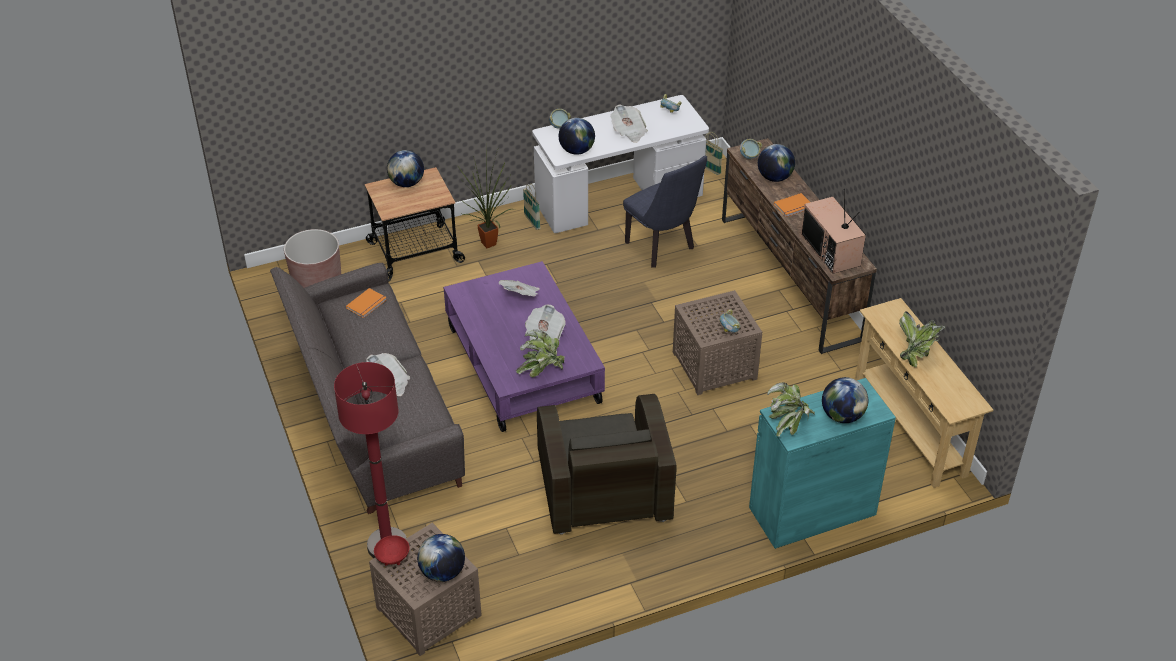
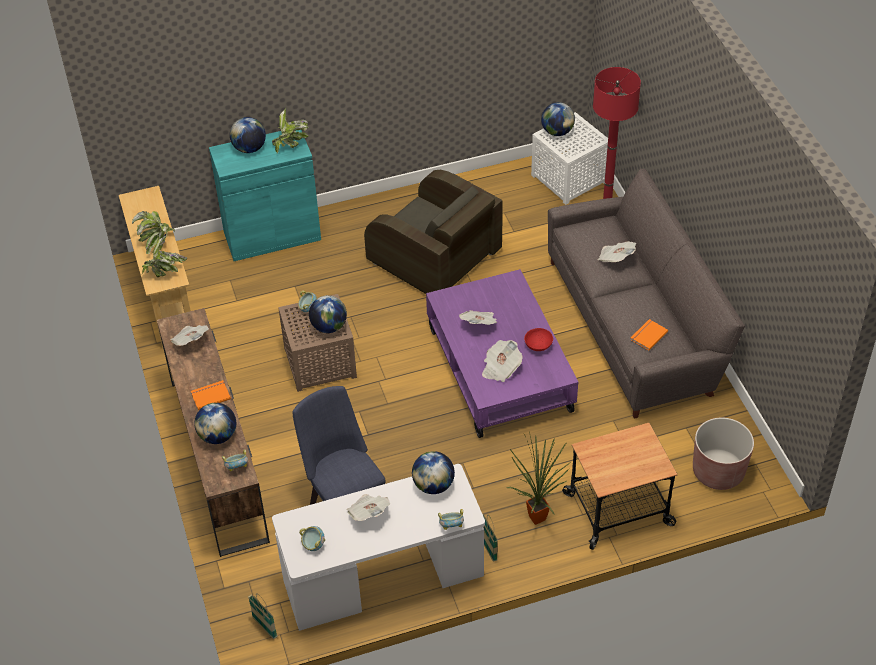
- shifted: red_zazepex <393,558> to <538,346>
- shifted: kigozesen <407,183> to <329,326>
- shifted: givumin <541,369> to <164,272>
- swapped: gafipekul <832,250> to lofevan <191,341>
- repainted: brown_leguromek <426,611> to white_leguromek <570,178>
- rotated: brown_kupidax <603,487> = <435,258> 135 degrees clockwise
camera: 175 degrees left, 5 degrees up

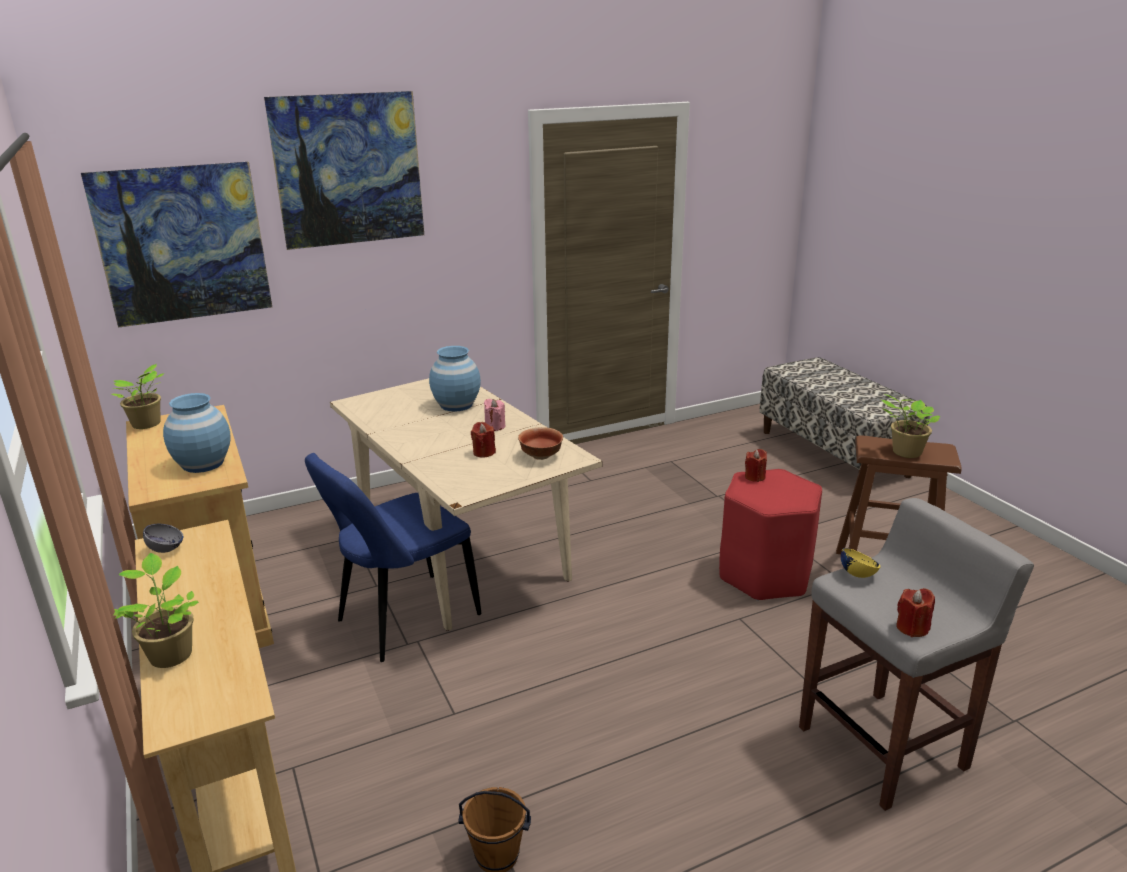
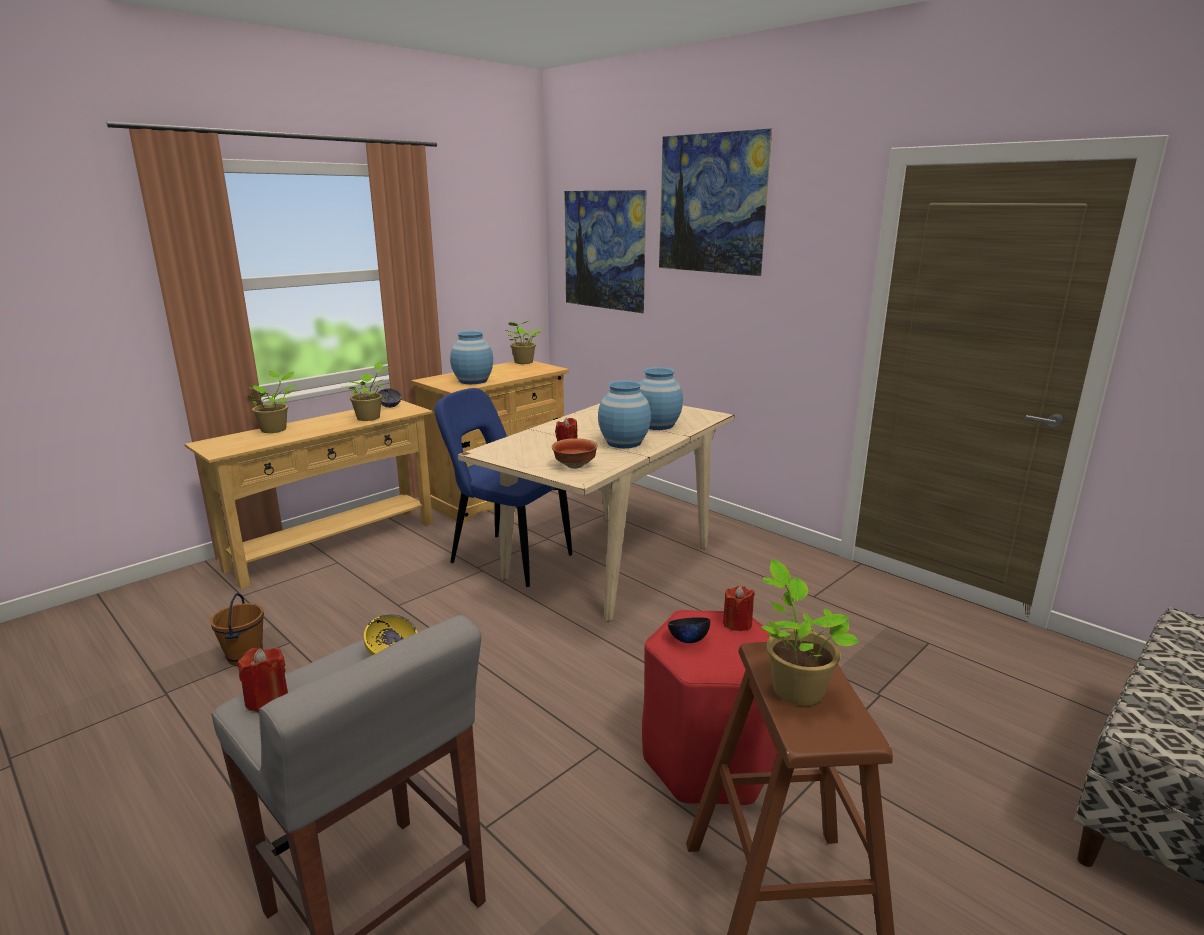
- new: givumin <370,418>
- new: black_zazepex <688,640>
- swapped: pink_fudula <495,426> to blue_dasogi <624,443>
camera: 70 degrees right, 5 degrees down

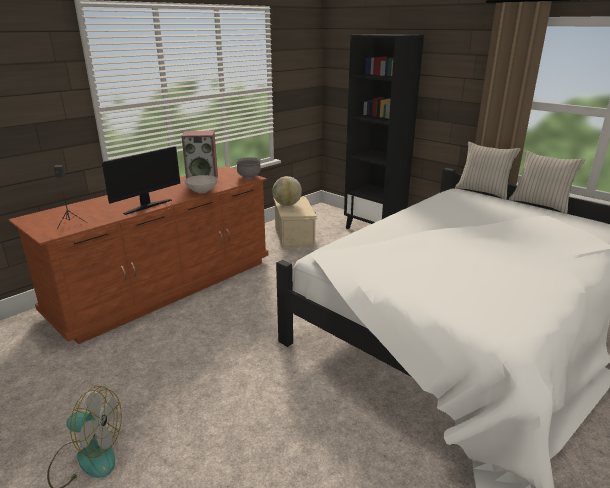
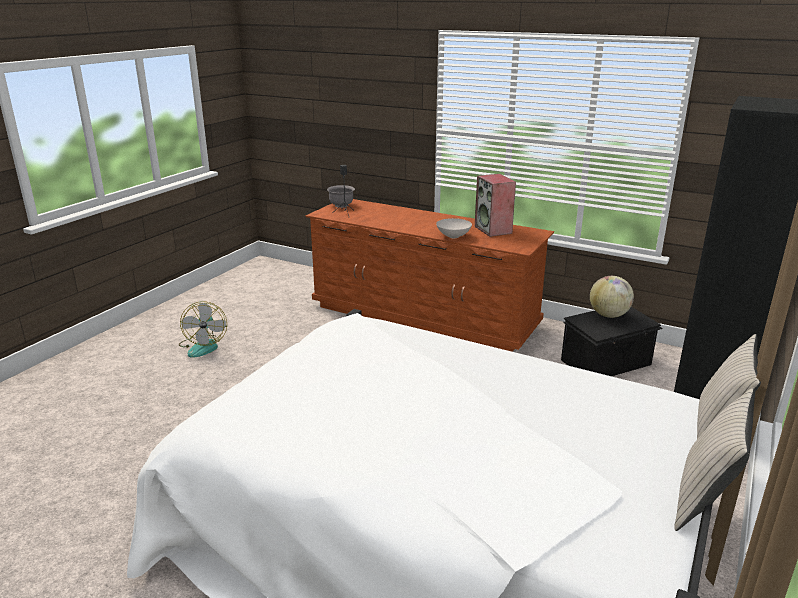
- gone: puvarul <147,206>
- shifted: grey_zazepex <249,177> to <341,205>
- repainted: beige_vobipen <295,236> to black_vobipen <607,363>
camera: 75 degrees right, 0 degrees up

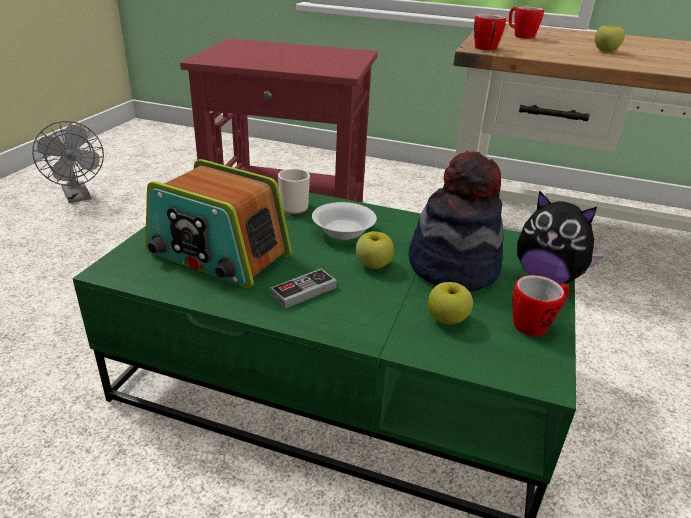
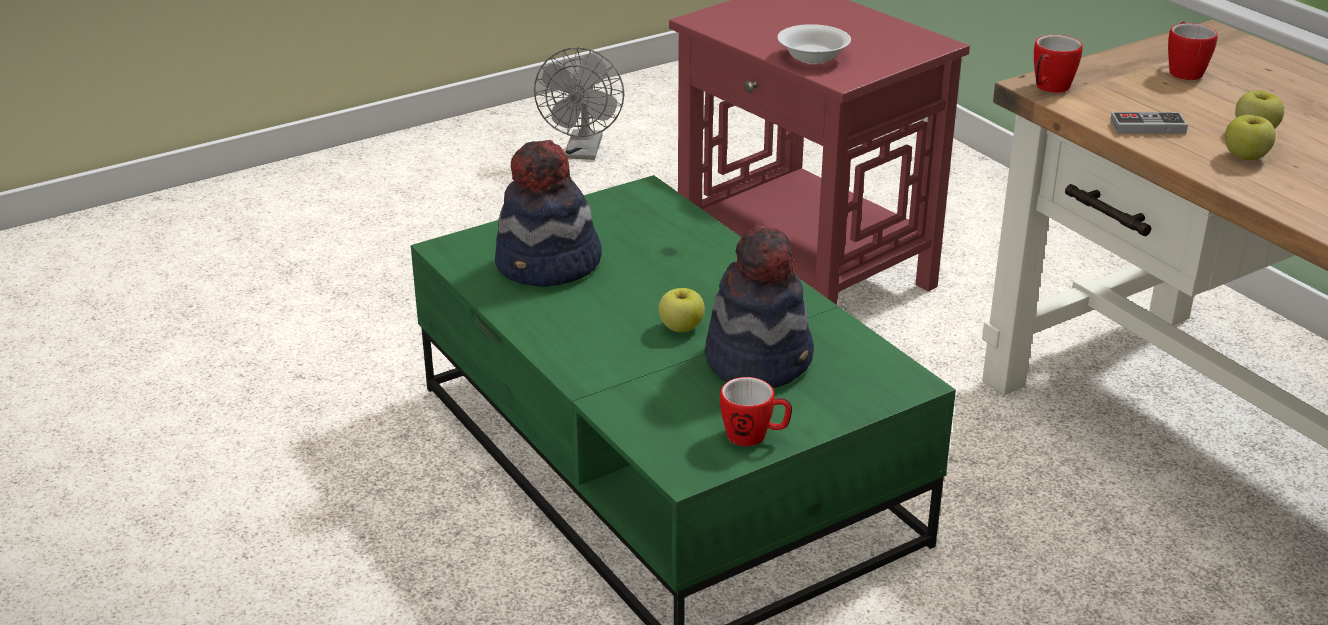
- gone: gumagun <294,206>
- gone: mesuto <547,277>
- shifted: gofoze <303,291> to <1147,127>
- shifted: white_zazepex <342,232> to <812,57>
- shifted: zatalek <447,319> to <1245,157>
- swapped: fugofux <218,255> to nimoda <548,266>
camera: 40 degrees right, 0 degrees up

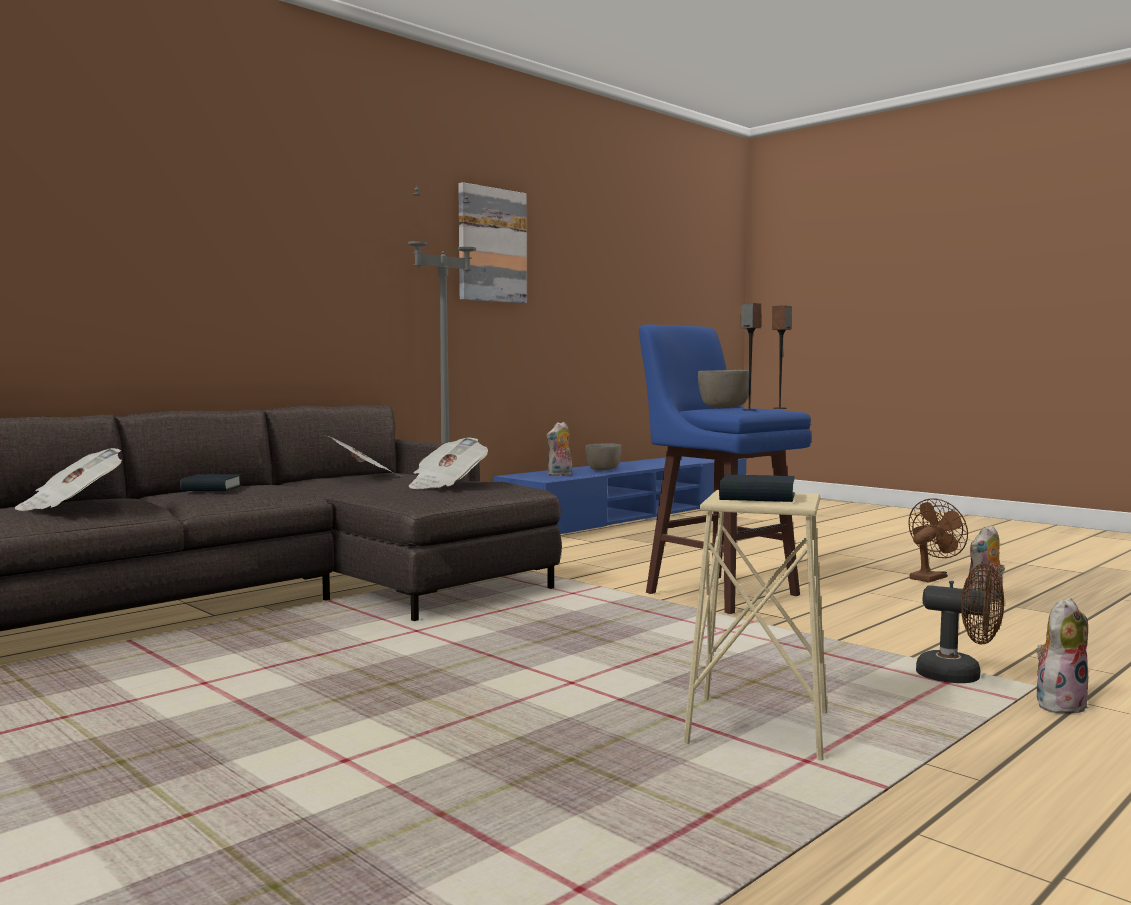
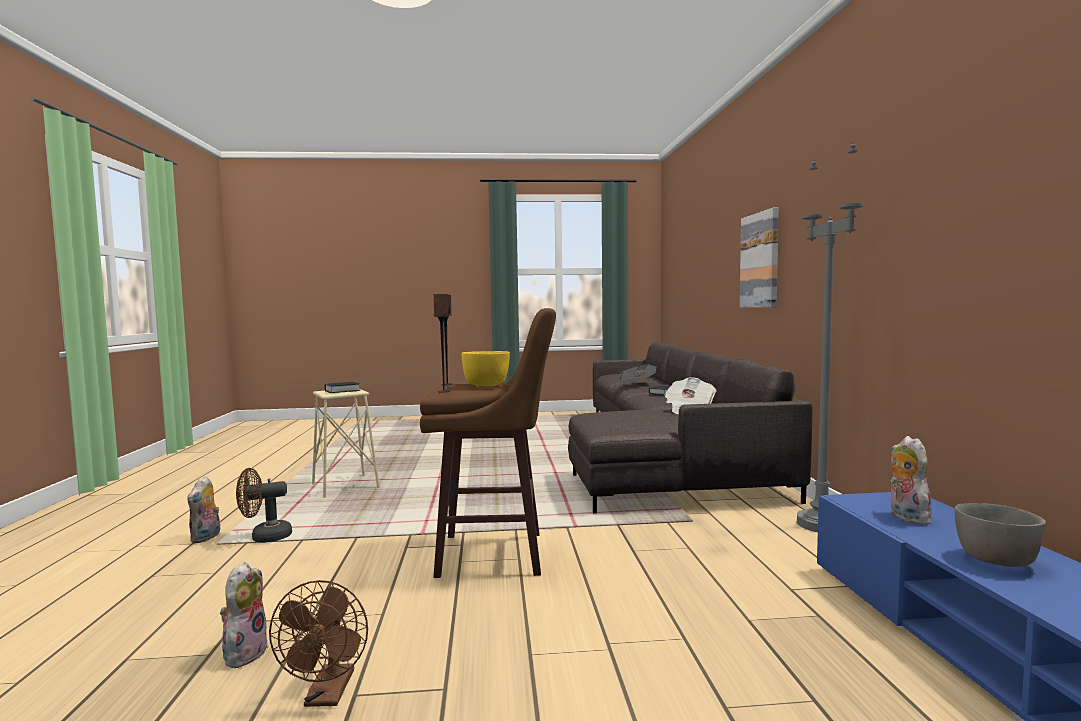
- gone: lofevan <446,485>
- shifted: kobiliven <491,245> to <760,260>
- repainted: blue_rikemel <719,593> to brown_rikemel <495,555>
- repainted: grey_zazepex <723,407> to yellow_zazepex <486,385>
camera: 130 degrees right, 0 degrees up

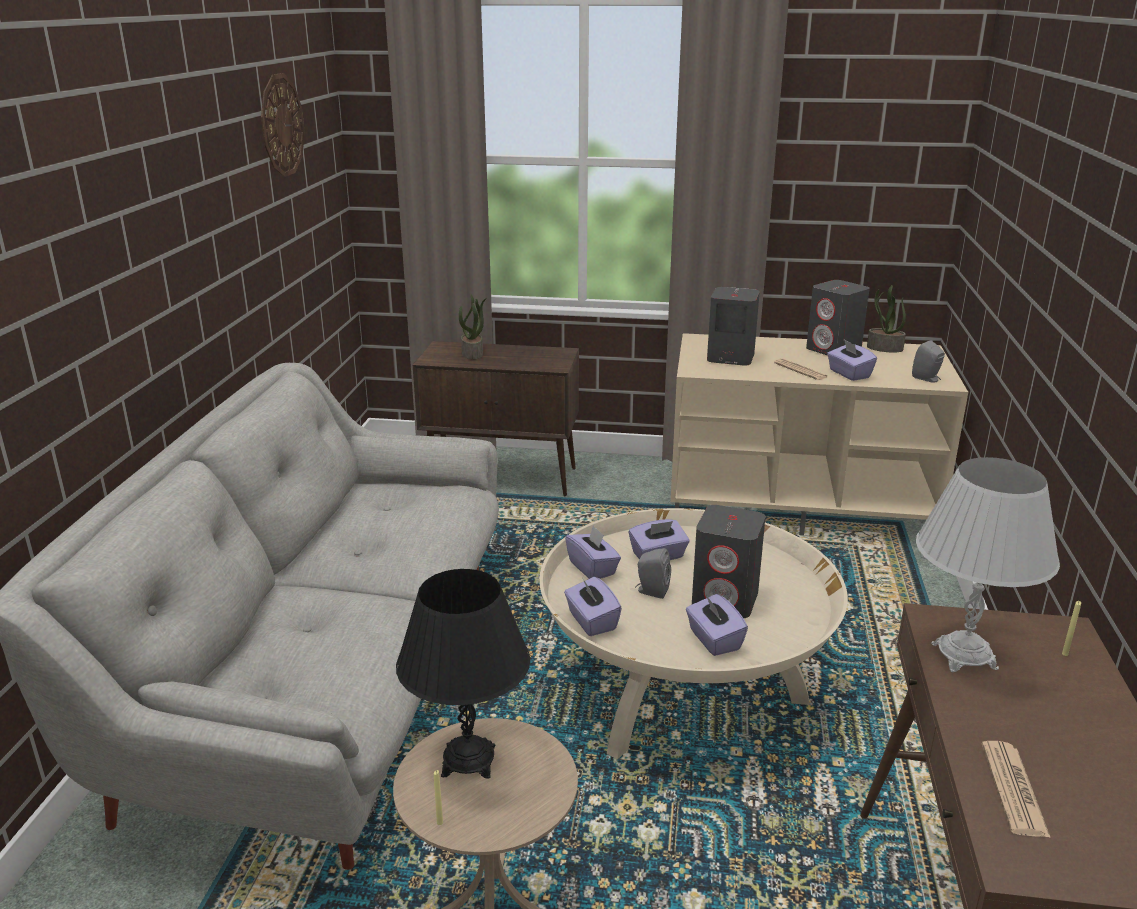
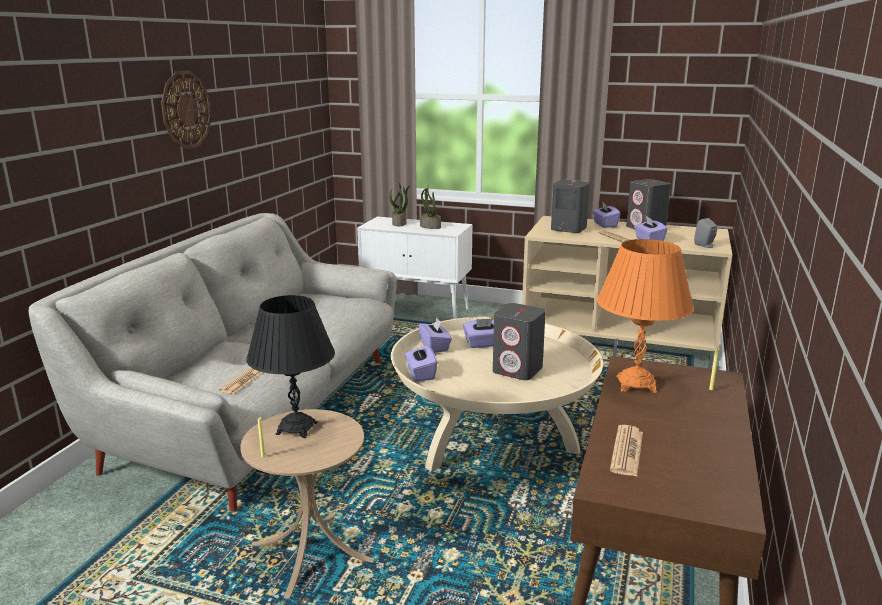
- gone: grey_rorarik <651,591>
- new: lofevan <243,380>
- shifted: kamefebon <281,125> to <186,109>
- shifted: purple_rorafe <714,640> to <604,224>
- shifted: givumin <884,348> to <429,227>
- repainted: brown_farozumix <503,477> to white_farozumix <417,311>
- repainted: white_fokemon <963,656> to orange_fokemon <635,384>
camera: 10 degrees right, 5 degrees down

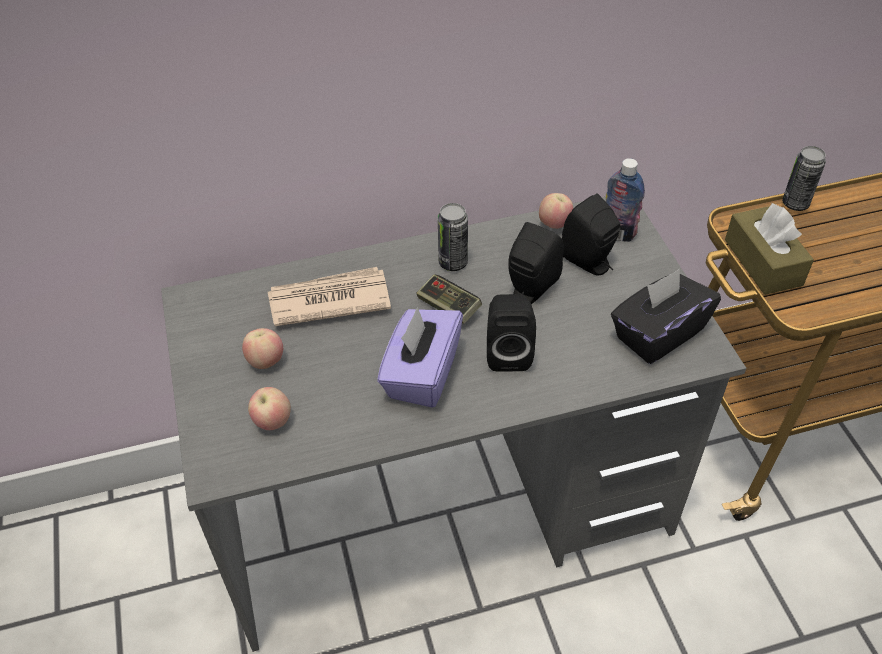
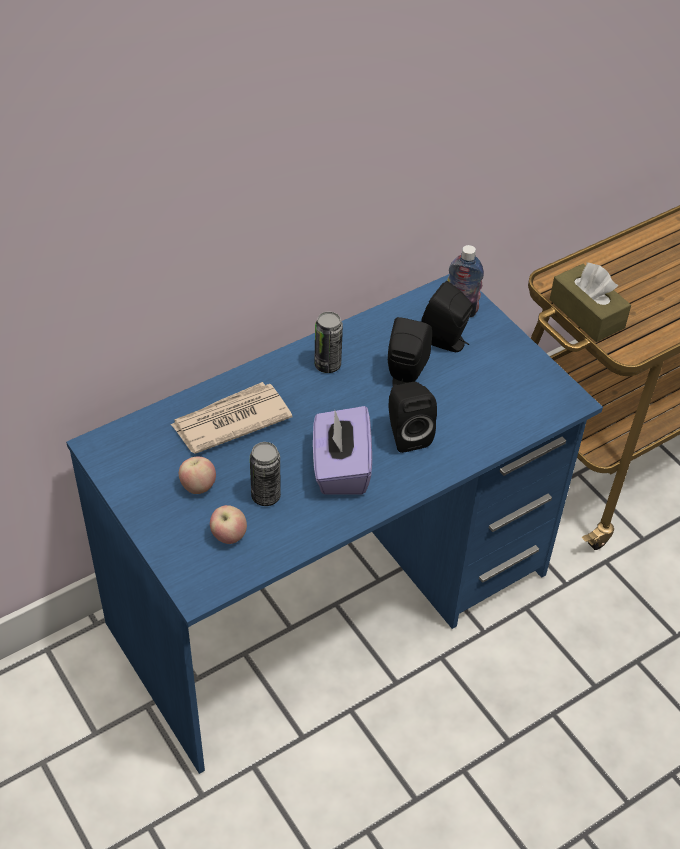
- gone: gofoze <448,307>
- gone: zatalek <554,224>
- gone: black_rorafe <658,334>
- shifted: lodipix <795,203> to <265,496>
- repainted: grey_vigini <444,506> to blue_vigini <331,600>
camera: 20 degrees left, 0 degrees up

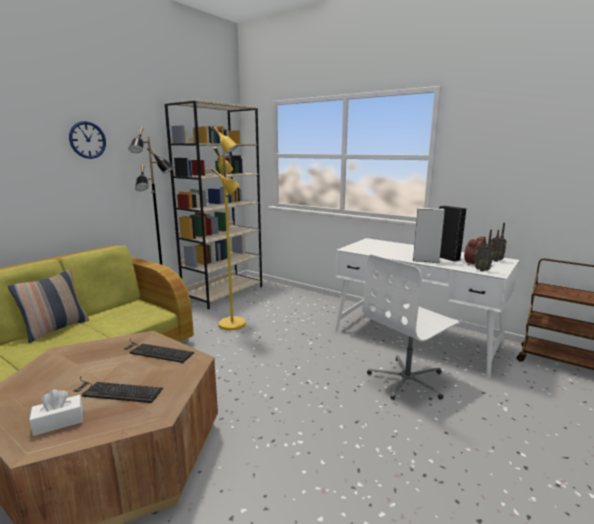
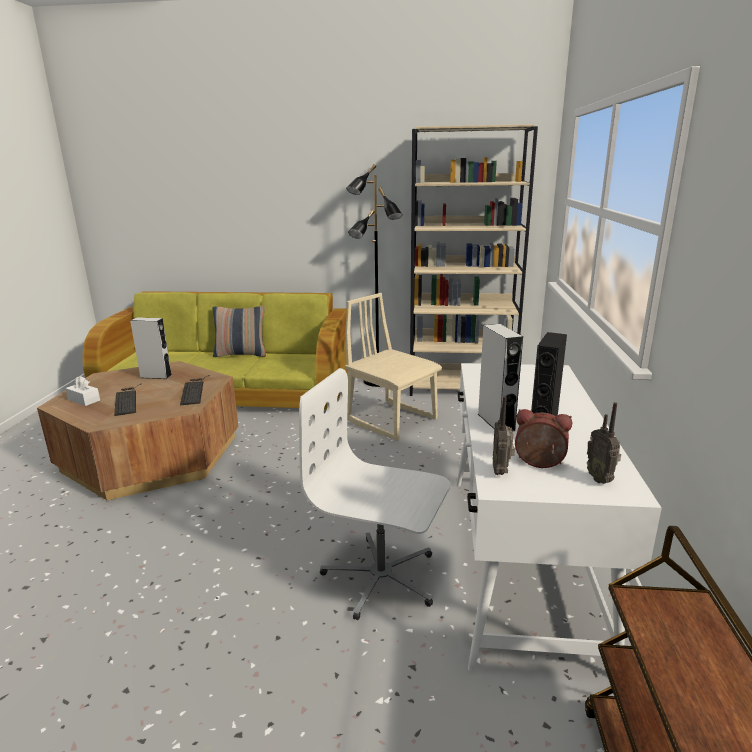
- gone: kamefebon <87,140>
- new: grey_rorarik <156,376>
- swapped: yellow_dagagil <233,324> to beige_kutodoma <392,420>
camera: 60 degrees right, 5 degrees up

